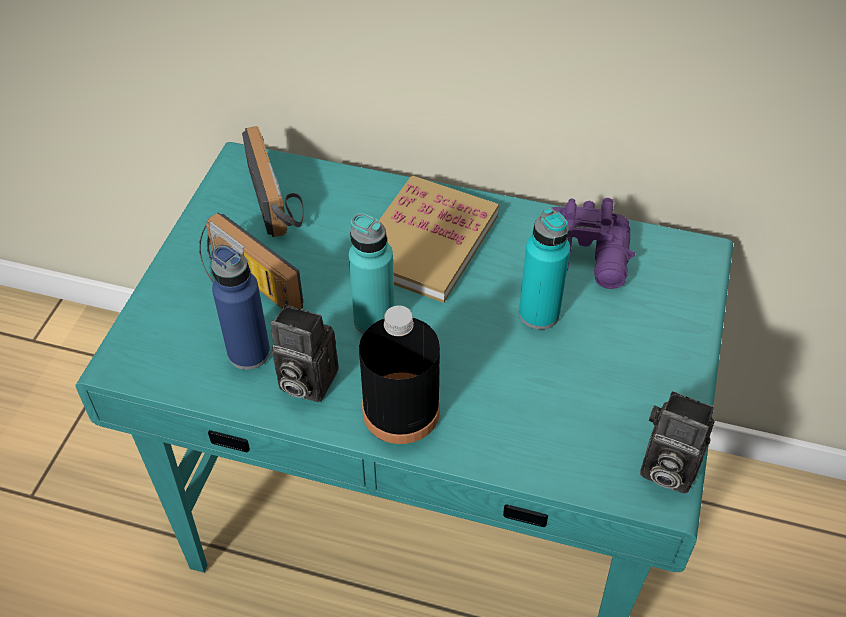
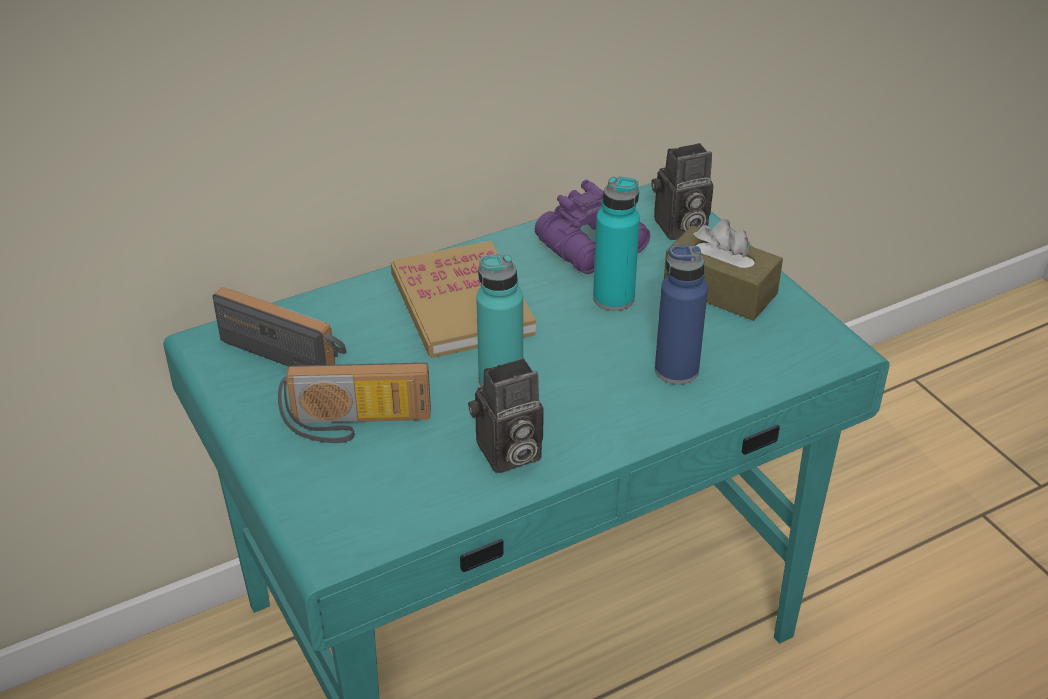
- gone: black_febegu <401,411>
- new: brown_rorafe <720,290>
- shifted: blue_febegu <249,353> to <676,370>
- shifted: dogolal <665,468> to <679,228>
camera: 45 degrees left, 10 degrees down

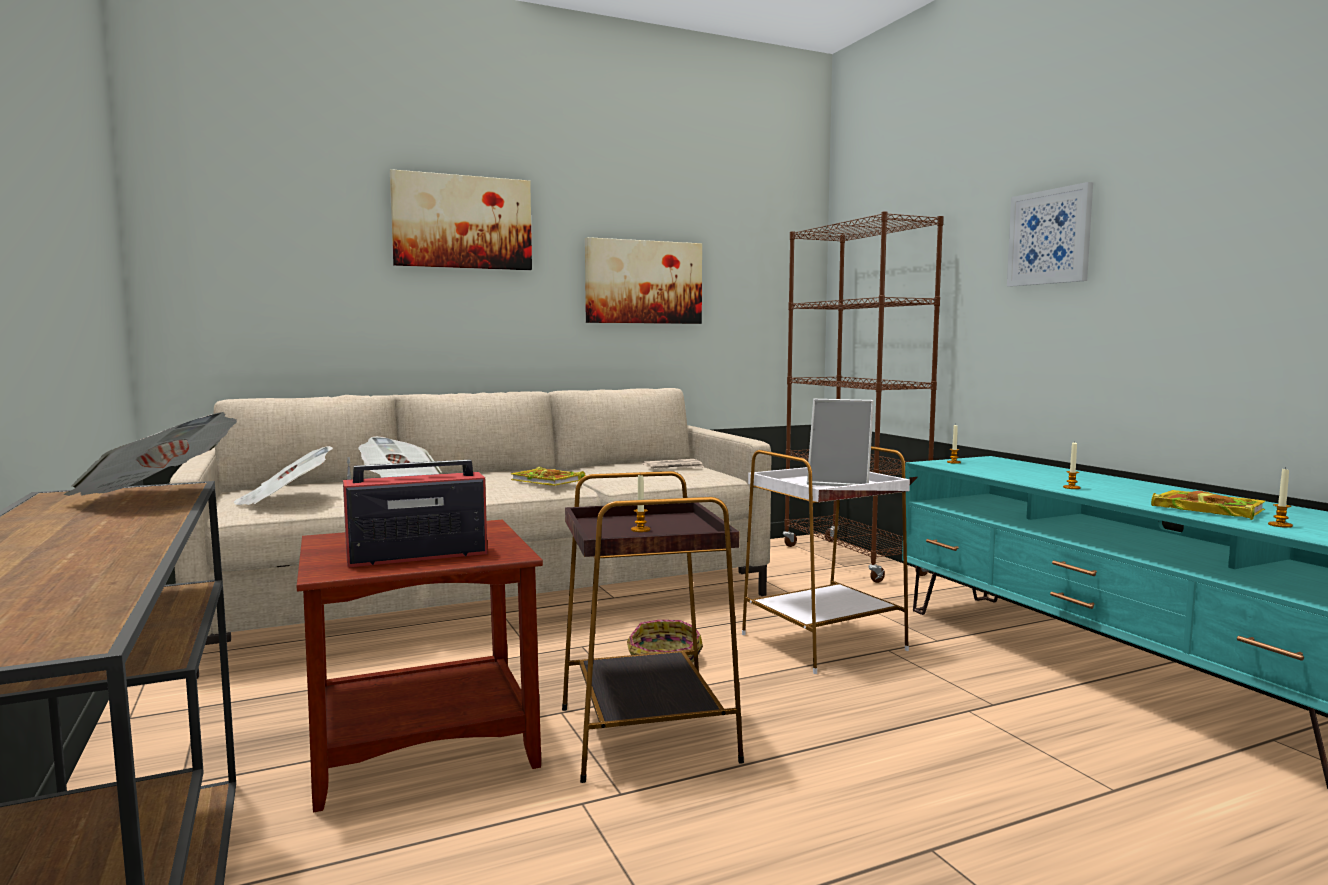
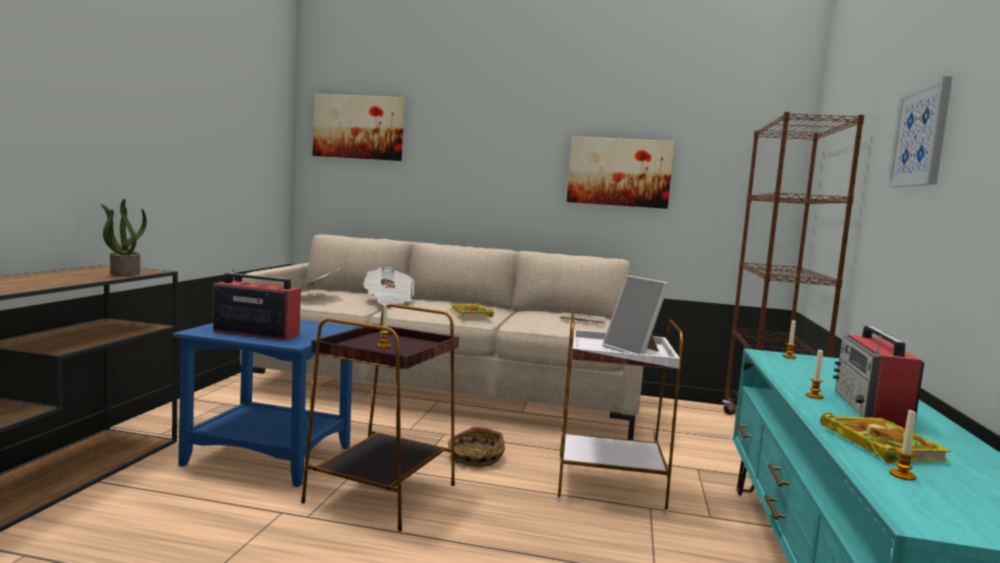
- new: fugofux <871,410>
- shifted: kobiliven <462,222> to <359,127>
- swapped: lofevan <156,497> to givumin <124,273>
- repainted: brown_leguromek <423,750> to blue_leguromek <267,456>
camera: 35 degrees right, 0 degrees up

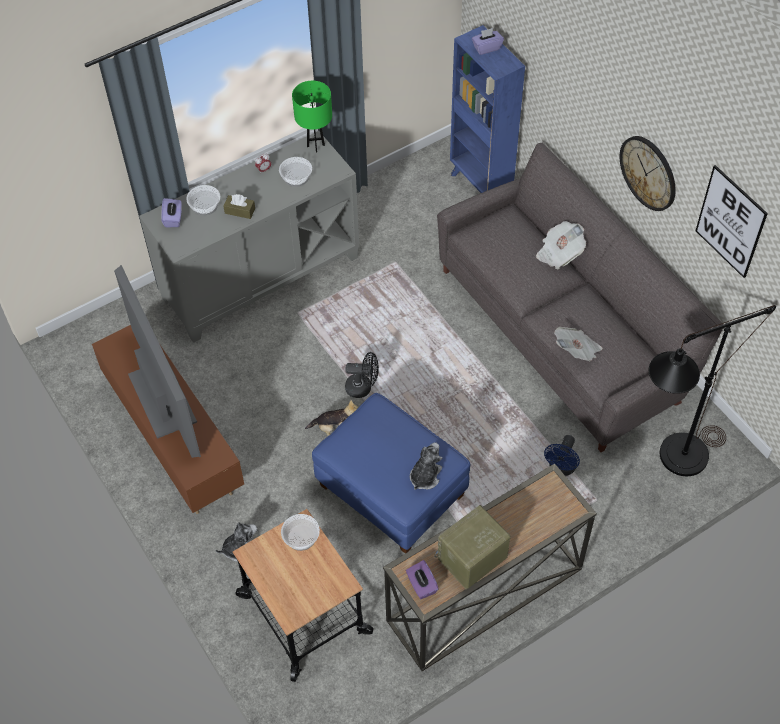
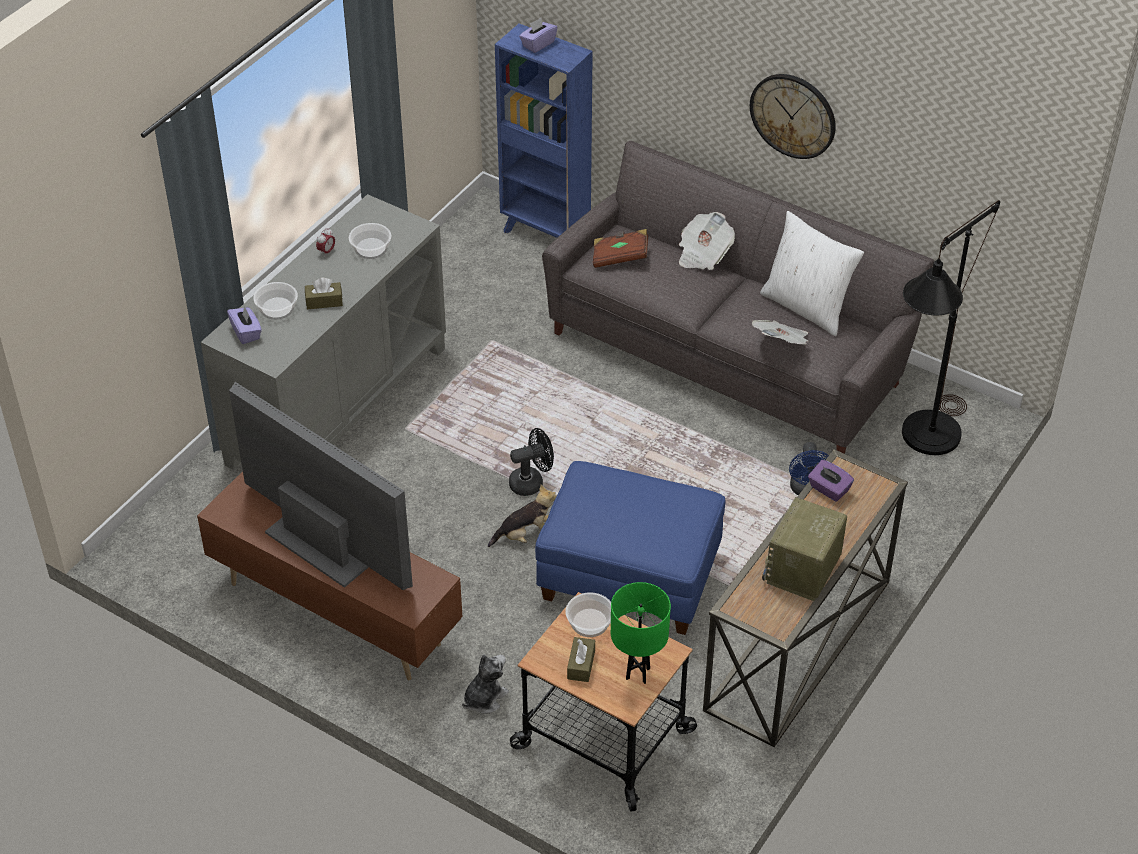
- gone: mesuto <425,476>
- gone: kobiliven <730,222>
- new: brown_rorafe <581,664>
- new: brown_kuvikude <620,257>
- new: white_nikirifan <807,307>
- shifted: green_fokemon <315,146> to <638,674>
- shifted: purple_rorafe <421,585> to <829,489>
camera: 25 degrees left, 10 degrees down

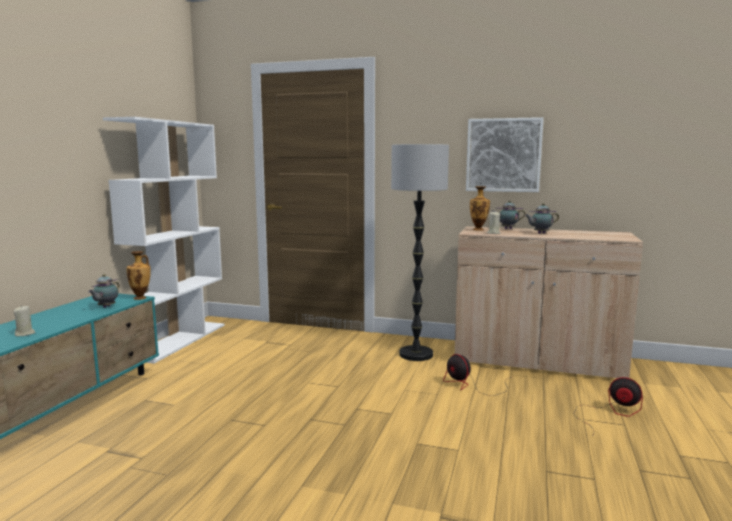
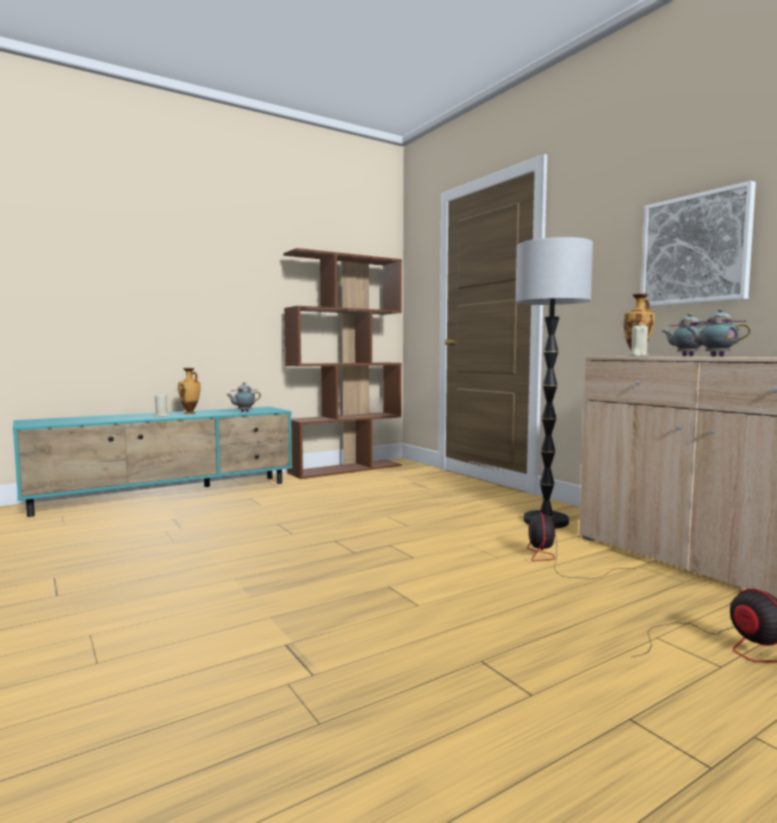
- shifted: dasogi <140,298> to <190,413>
- repainted: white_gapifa <179,340> to brown_gapifa <346,469>
camera: 40 degrees right, 5 degrees down

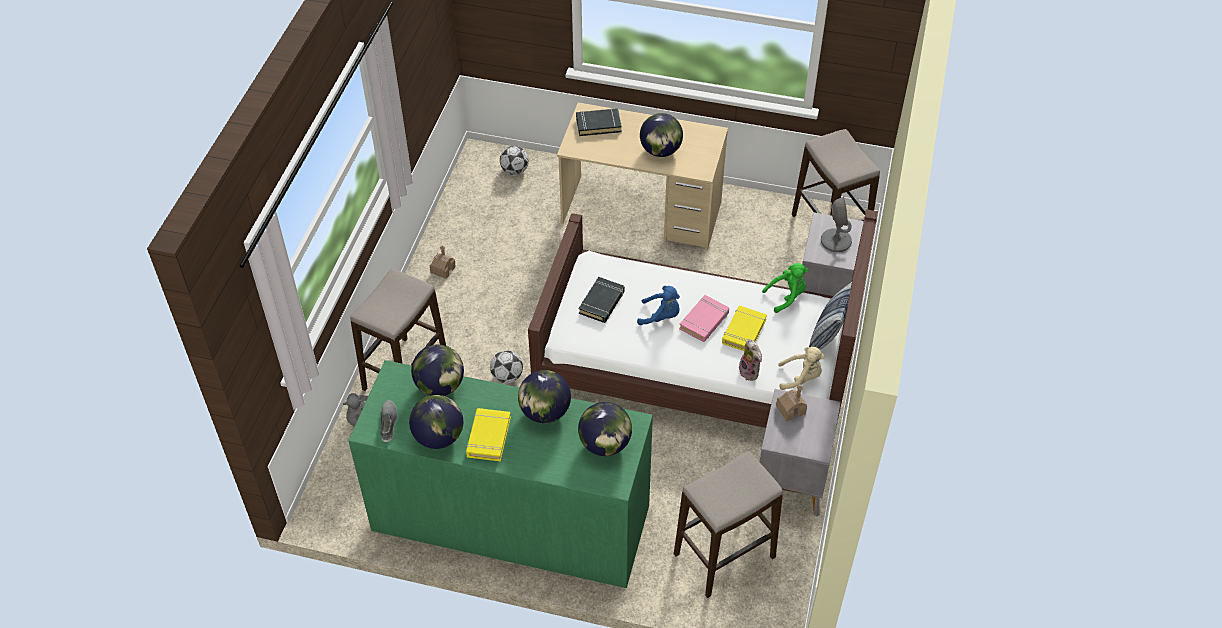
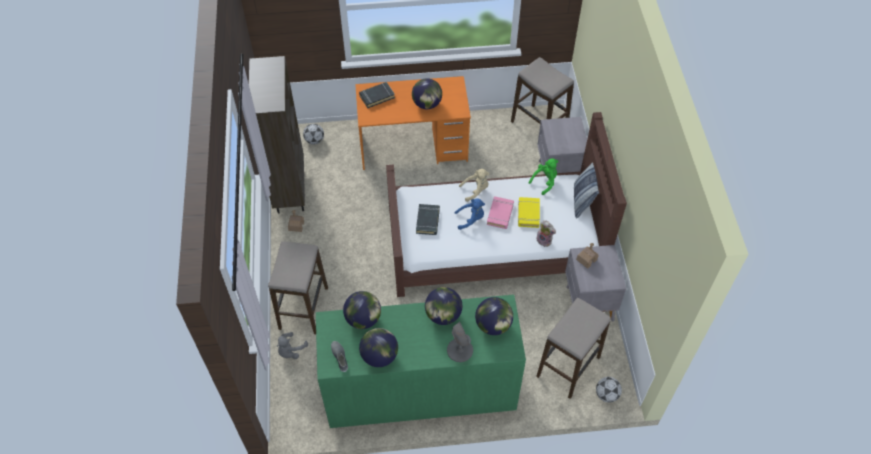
- gone: yellow_kuvikude <488,437>
- new: brown_gapifa <289,190>
- shifted: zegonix <507,377> to <606,394>
- shifted: beige_mesuto <801,377> to <475,190>
- shifted: grey_fokemon <836,240> to <459,350>
- repainted: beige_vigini <641,213> to orange_vigini <413,147>
camera: 20 degrees left, 5 degrees up

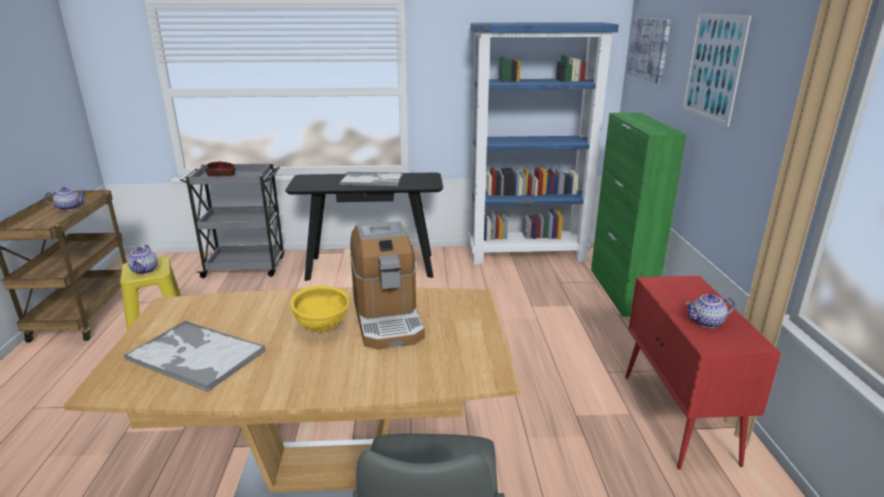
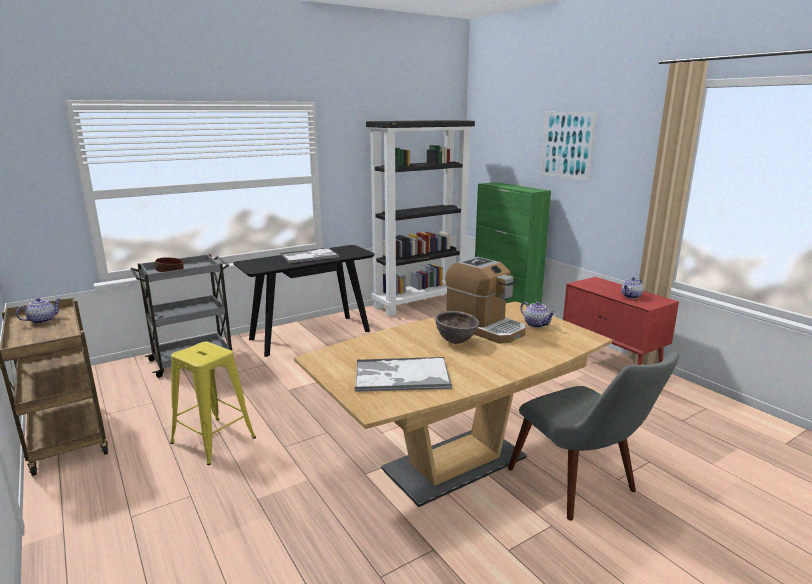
- gone: kobiliven <649,49>
- shifted: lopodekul <145,270> to <536,324>
- repainted: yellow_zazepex <322,329> to brown_zazepex <456,342>
- repainted: blue_gapifa <527,255> to black_gapifa <420,303>
camera: 30 degrees left, 5 degrees down

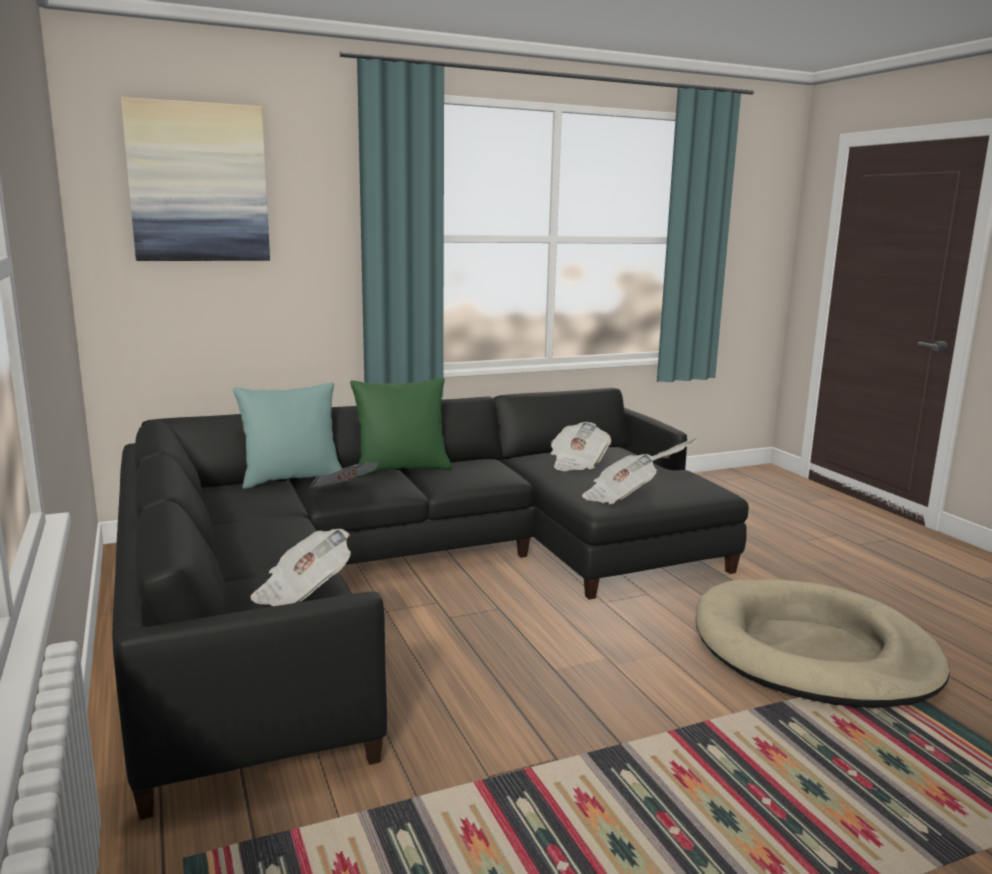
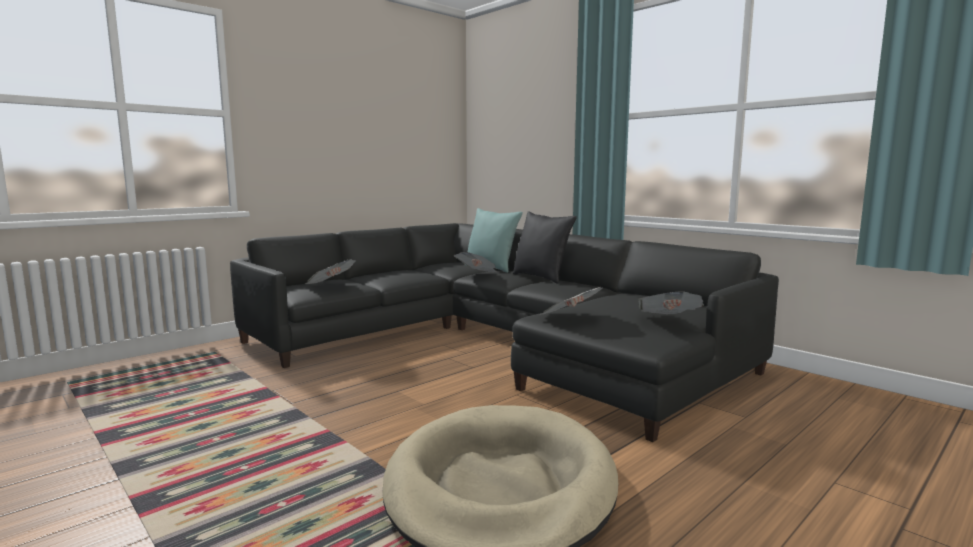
- gone: kobiliven <198,183>
- gone: lofevan <577,463>
- repainted: green_nikirifan <402,469> to black_nikirifan <541,277>
camera: 70 degrees right, 5 degrees down

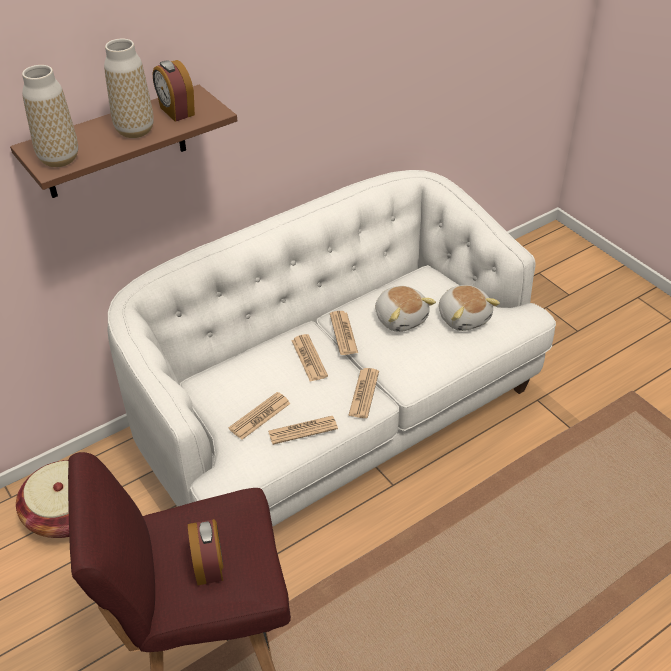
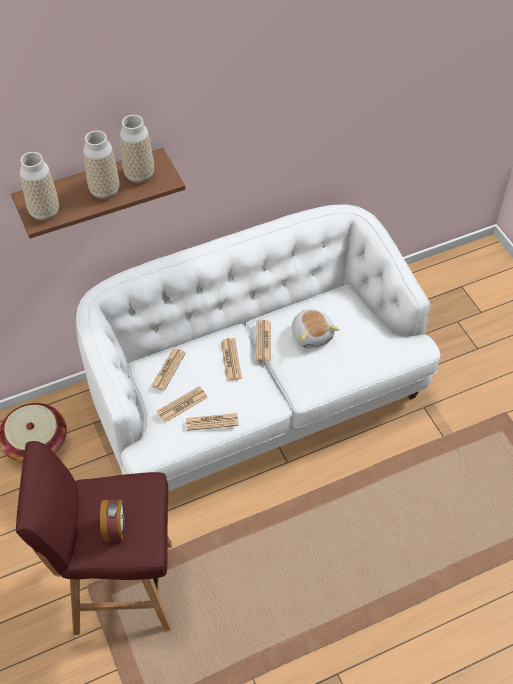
- gone: mesuto <464,317>
- shifted: lofevan <364,393> to <168,369>
- swapped: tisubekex <176,111> to dasogi <139,175>
camera: 10 degrees right, 10 degrees up

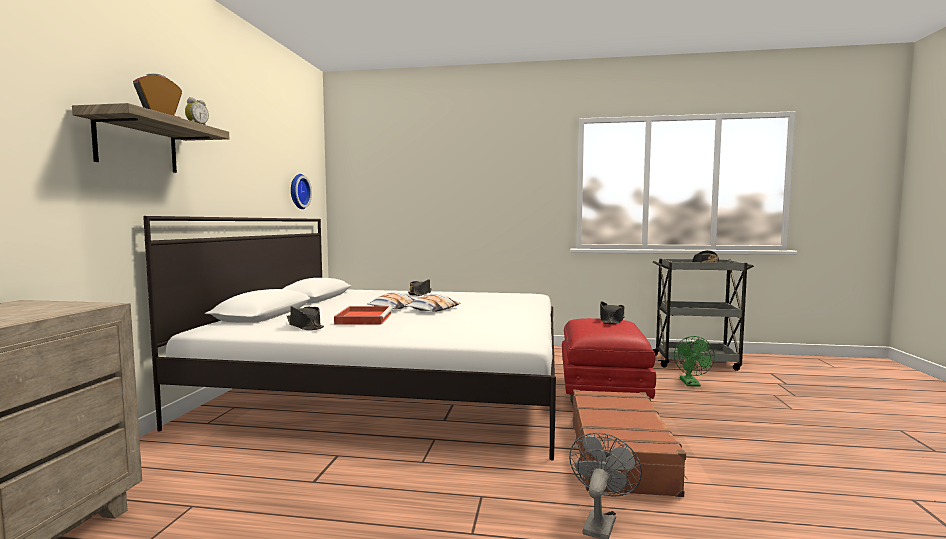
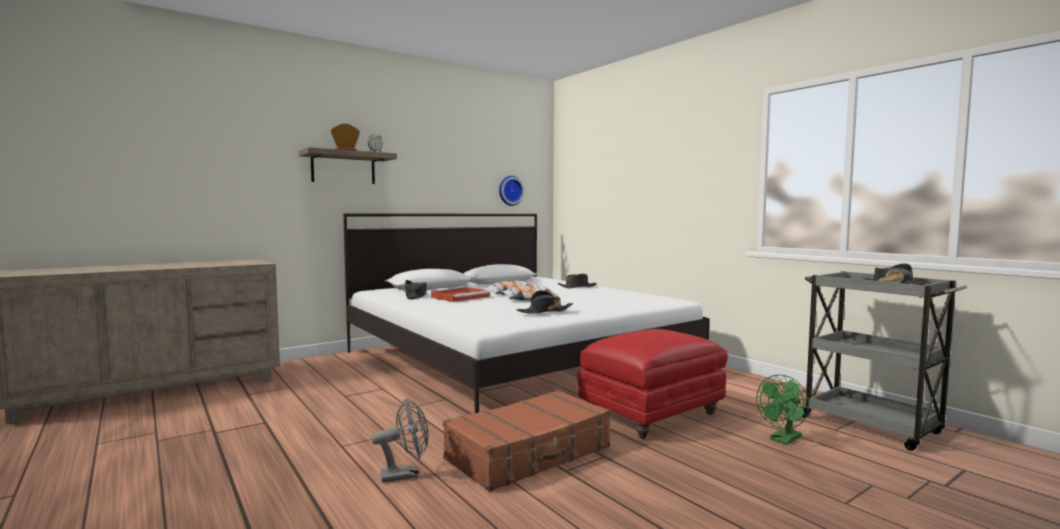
- shifted: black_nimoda <611,320> to <545,311>
camera: 45 degrees right, 0 degrees up

